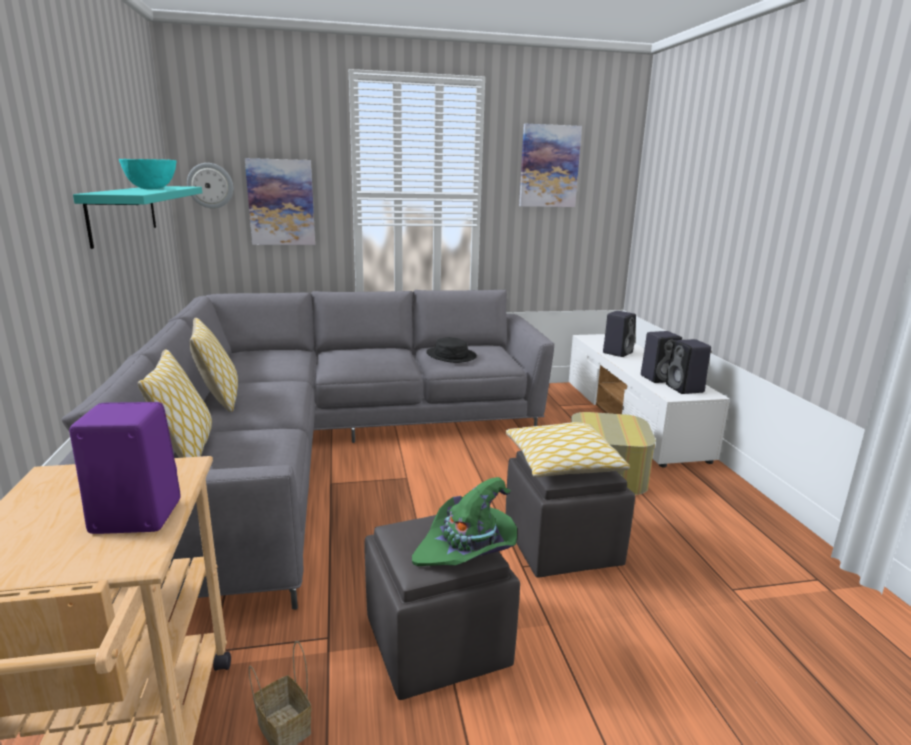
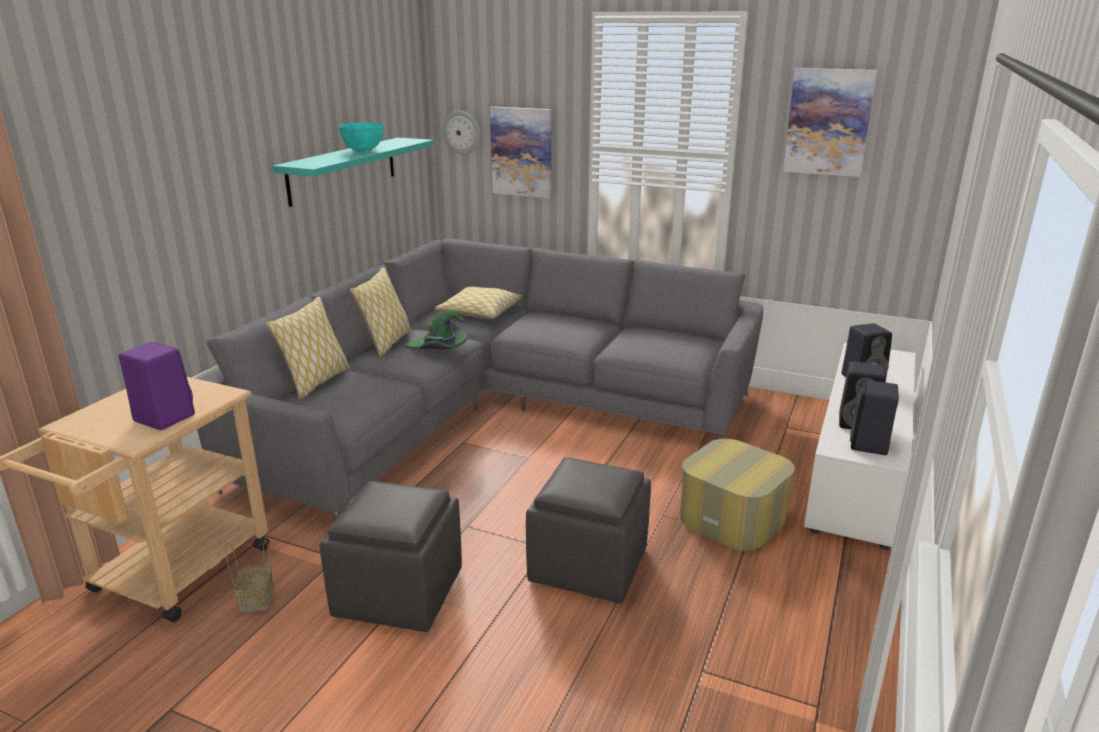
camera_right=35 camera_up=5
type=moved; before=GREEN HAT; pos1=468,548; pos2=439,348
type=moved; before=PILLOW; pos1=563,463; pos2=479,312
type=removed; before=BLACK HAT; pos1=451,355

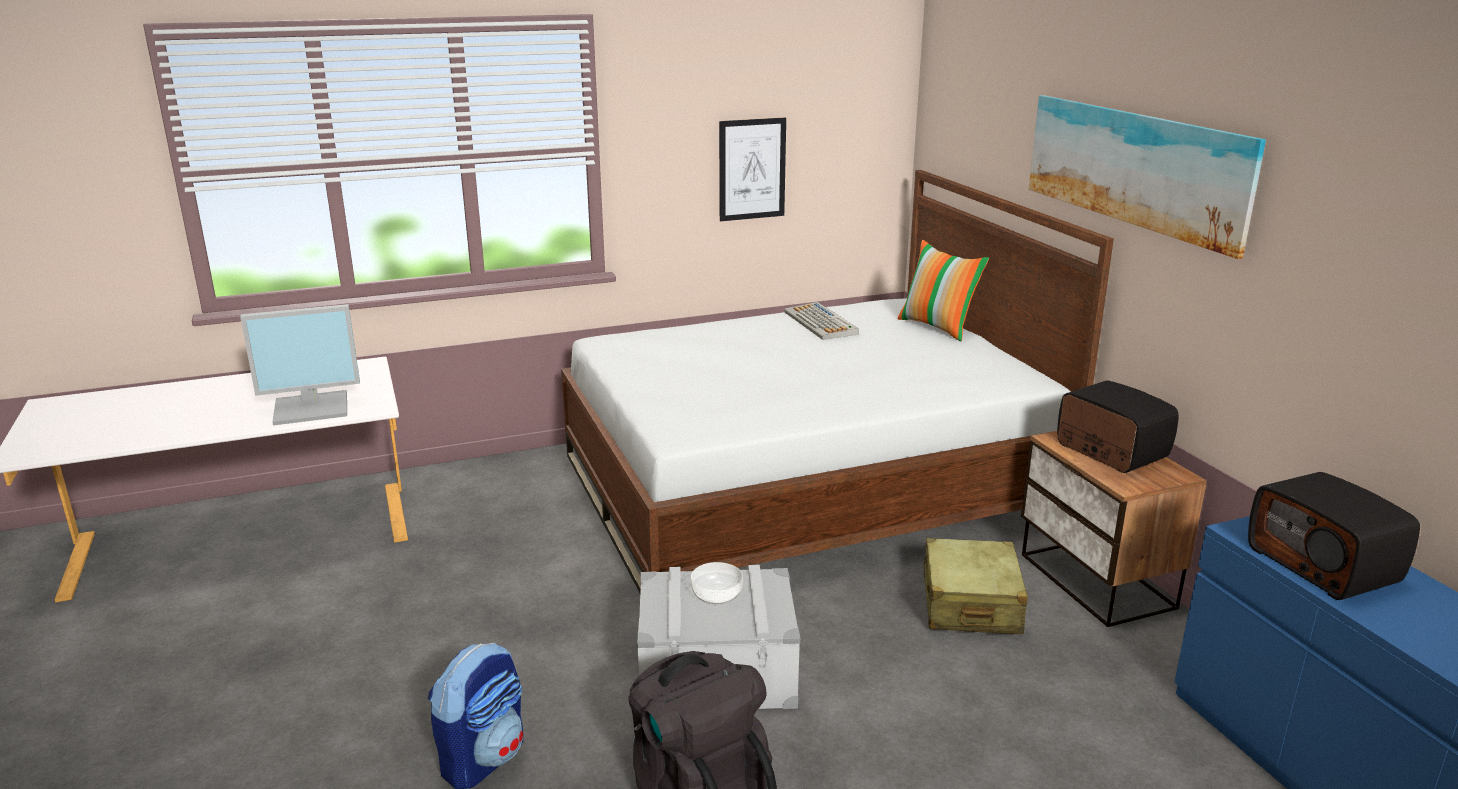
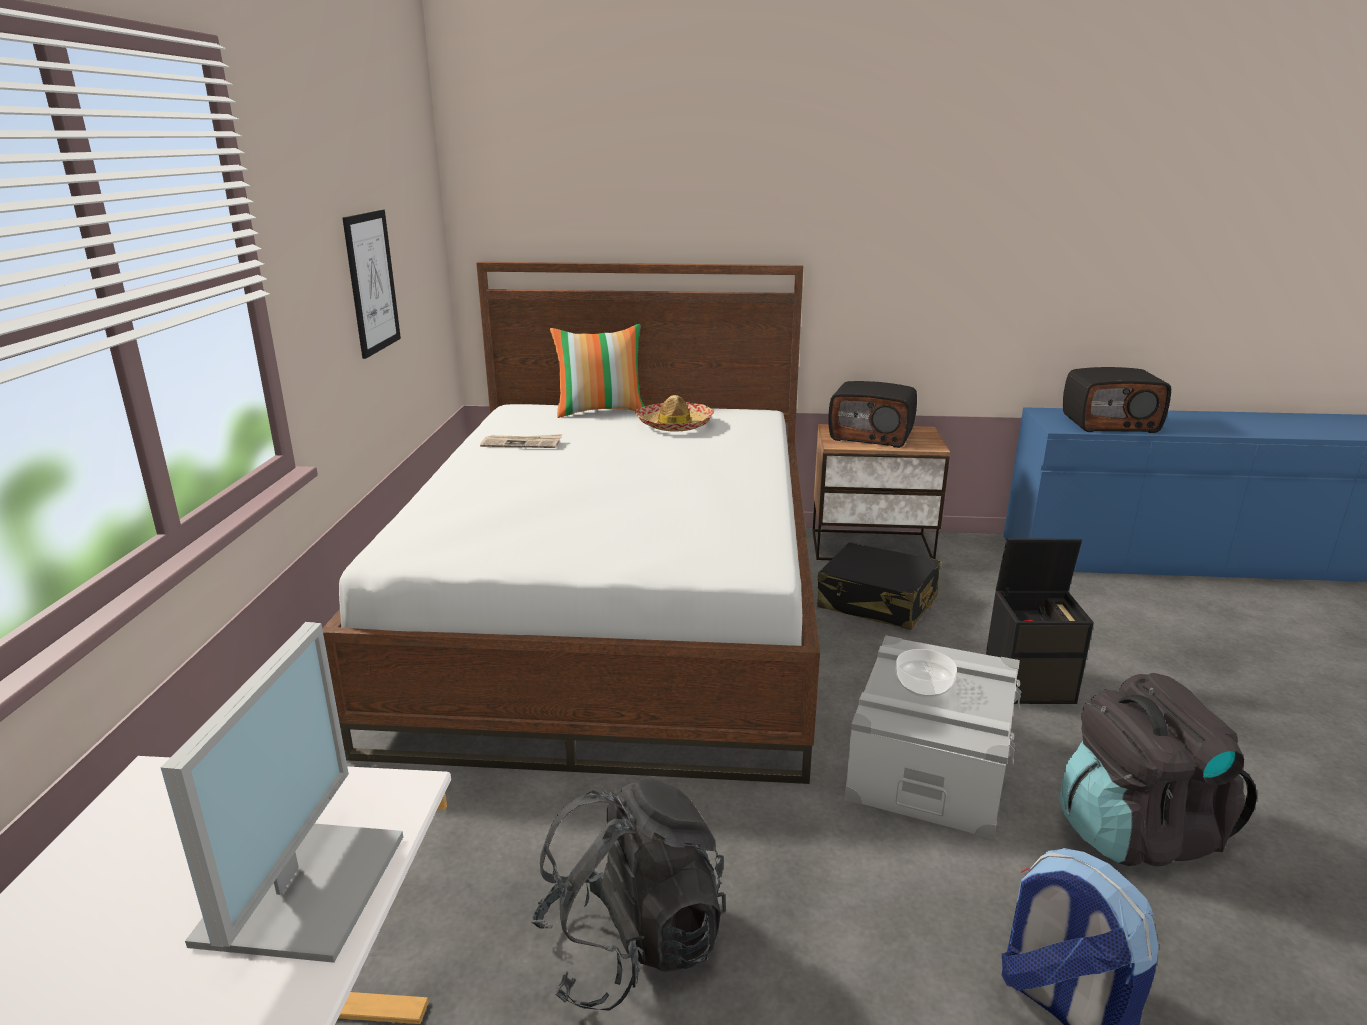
camera_right=-65 camera_up=0
type=replaced; before=KEYBOARD; after=NEWSPAPER; pos1=821,323; pos2=522,443
type=added; after=BLACK BACKPACK; pos2=631,945
type=added; after=HAT; pos2=675,425
type=recoloured; before=BEIGE SUITCASE; after=BLACK SUITCASE; pos1=970,604; pos2=877,602
type=turned; before=RADIO; pos1=1109,451; pos2=871,436; turn=-150
type=added; after=BLACK STORAGE BOX; pos2=1030,684
type=removed; before=PICTURE; pos1=1136,167

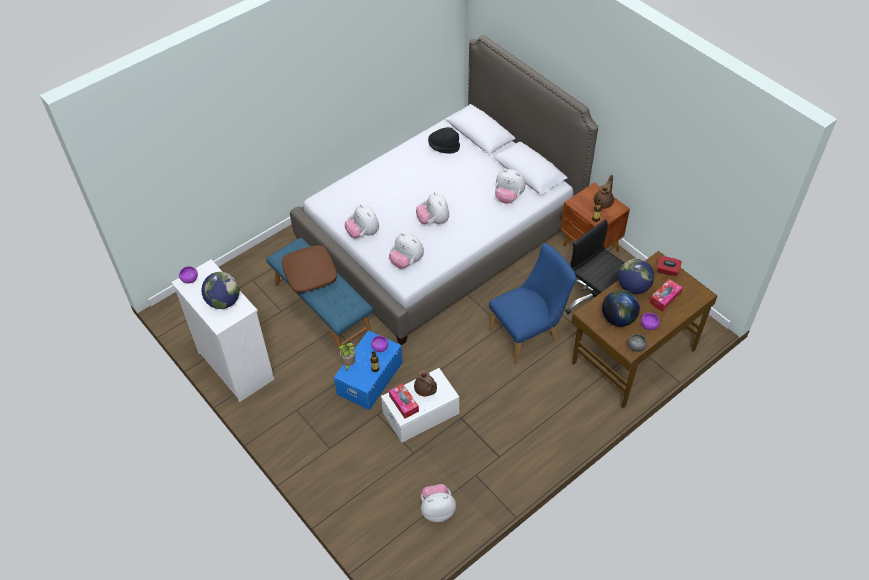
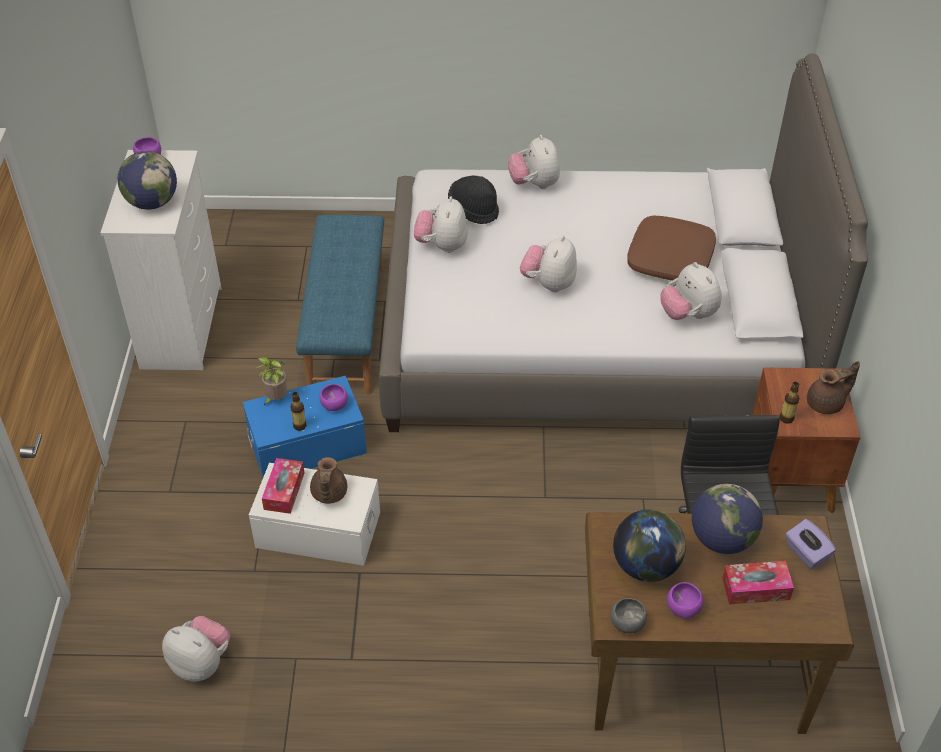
camera_right=40 camera_up=-5
type=moved; before=BLACK HAT; pos1=443,147; pos2=473,209
type=moved; before=PLUSH TOY; pos1=406,261; pos2=534,184
type=moved; before=BROWN PILLOW; pos1=310,273; pos2=670,259
type=recoloured; before=RED TISSUE BOX; after=PURPLE TISSUE BOX; pos1=667,271; pos2=806,553
type=removed; before=BLUE CHAIR; pos1=528,334

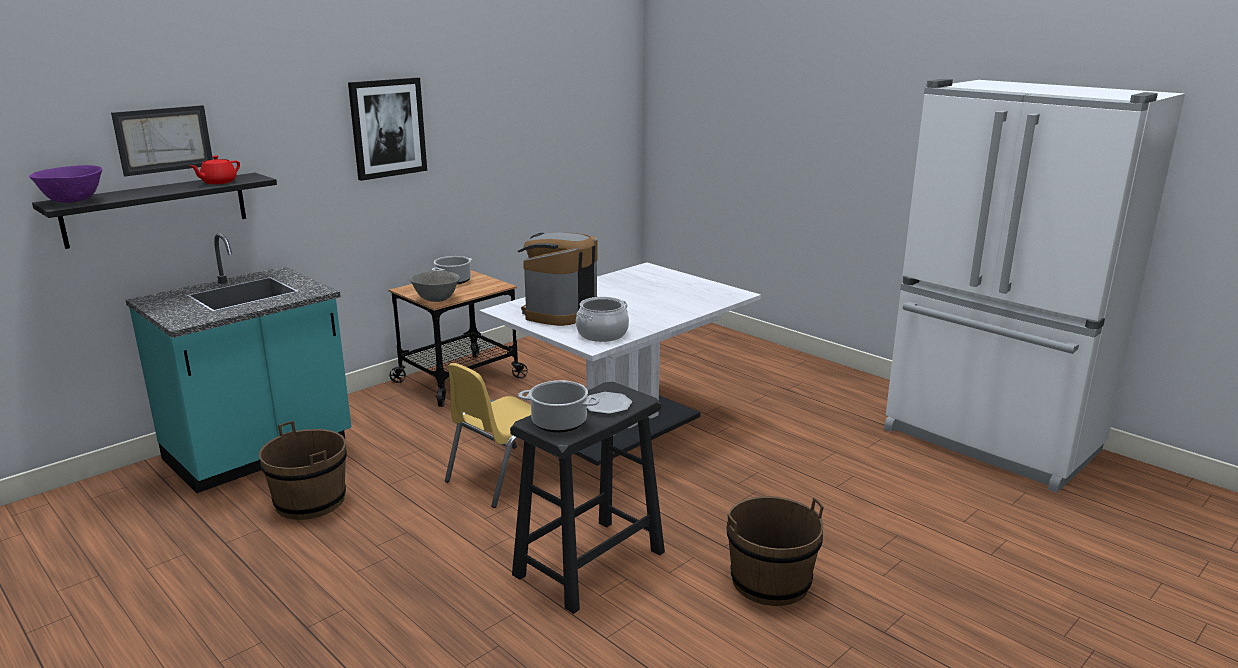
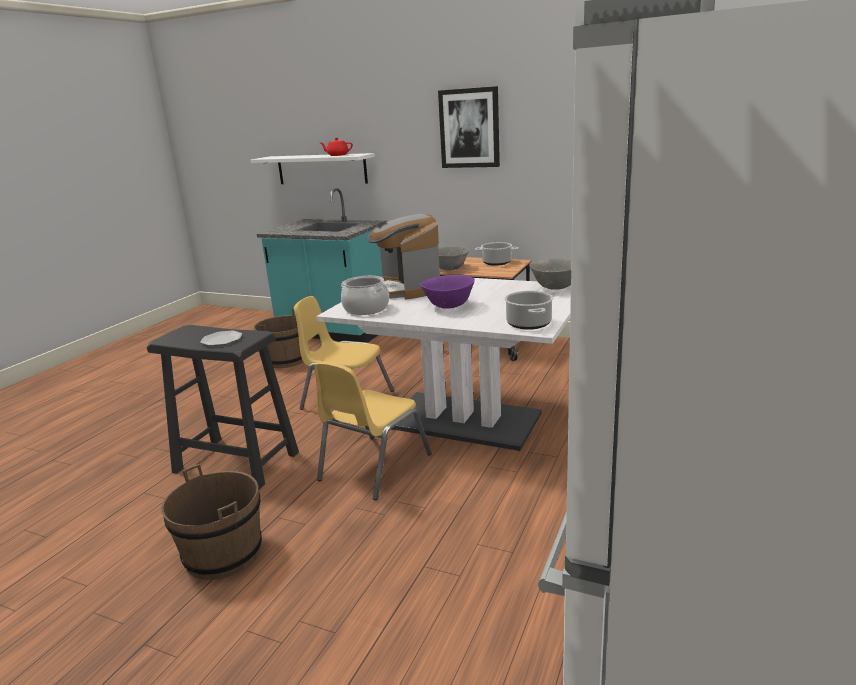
camera_right=70 camera_up=0
type=recoloured; before=BLACK SHELF; after=WHITE SHELF; pos1=156,209; pos2=321,169
type=added; after=YELLOW CHAIR; pos2=374,467
type=turned; before=COFFEE MACHINE; pos1=559,312; pos2=408,289; turn=-120
type=moved; before=PURPLE BOWL; pos1=73,201; pos2=449,307
type=moved; before=COOKING POT; pos1=560,422; pos2=529,324
type=added; after=GREY BOWL; pos2=555,288
type=removed; before=PICTURE; pos1=164,139

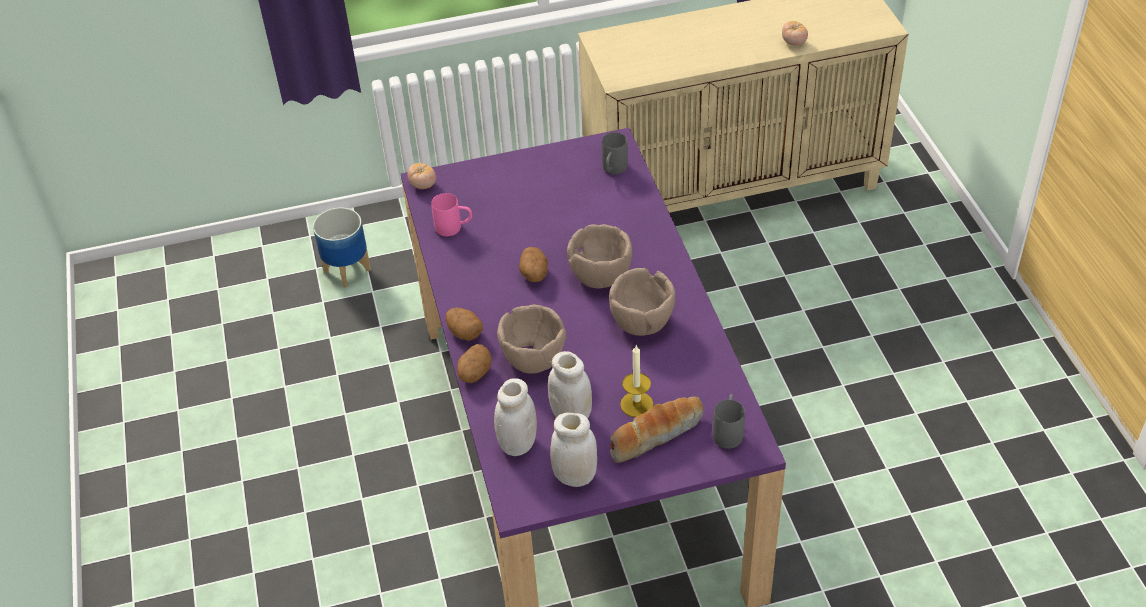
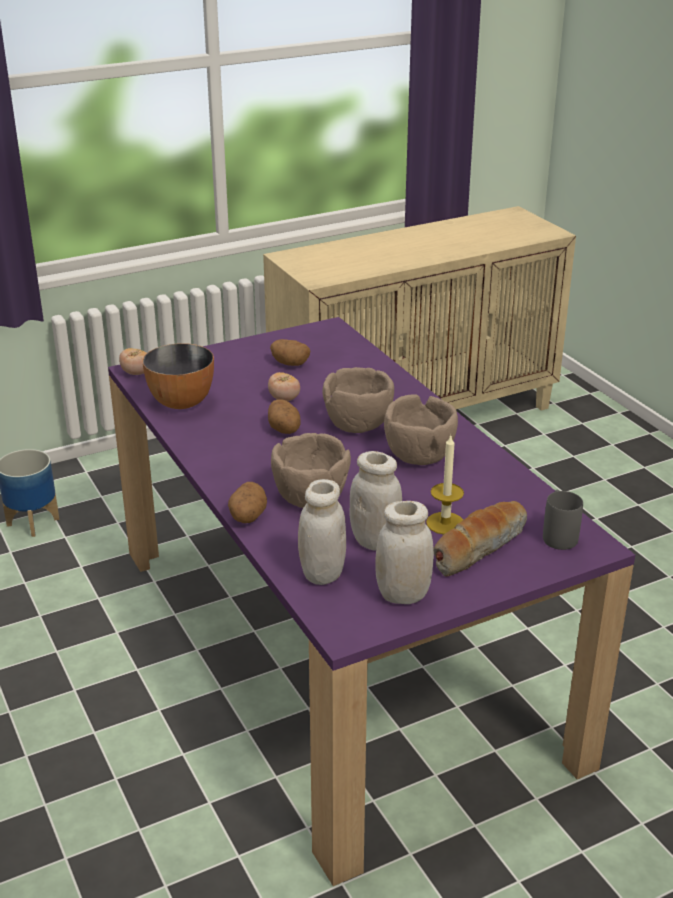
camera_right=-15 camera_up=-15
type=replaced; before=PINK MUG; after=BOWL; pos1=454,228; pos2=182,402
type=moved; before=TOMATO; pos1=794,42; pos2=284,399
type=moved; before=POTATO; pos1=465,332; pos2=290,363
type=removed; before=GREY MUG; pos1=613,170

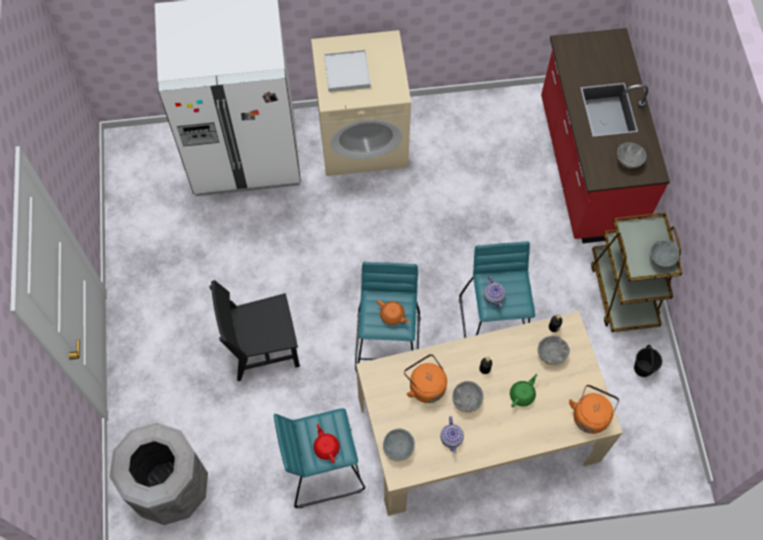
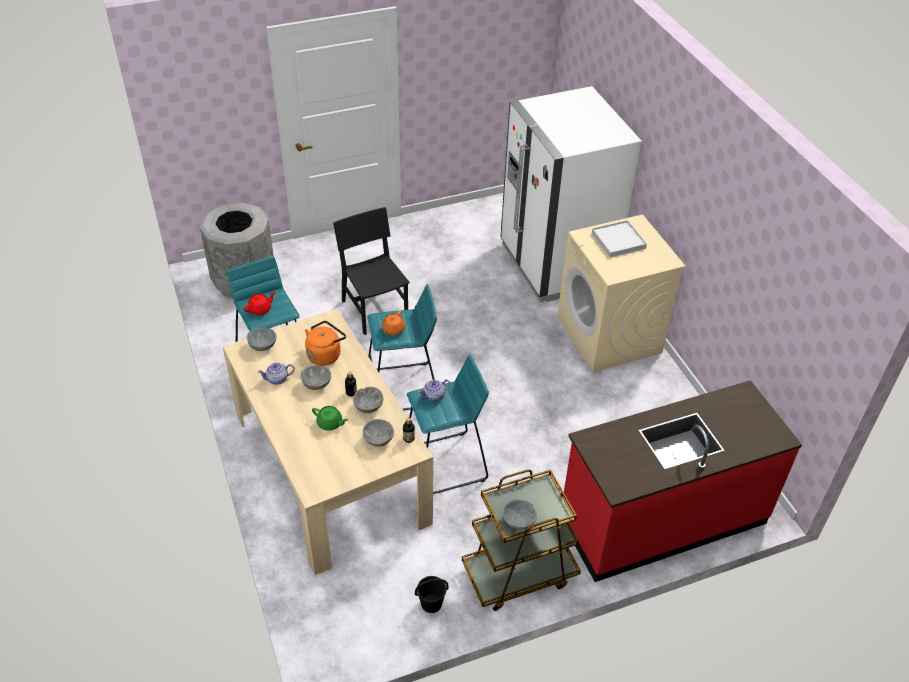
camera_right=75 camera_up=-20
type=moved; before=GREY BOWL; pos1=628,161; pos2=368,407
type=removed; before=ORANGE KETTLE; pos1=590,415

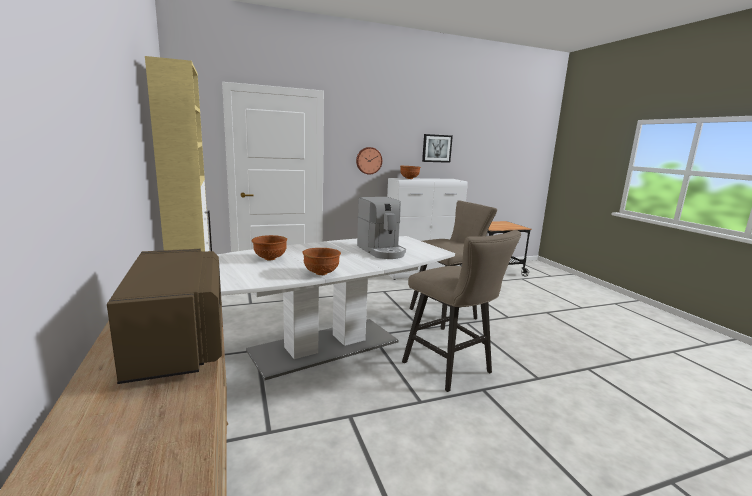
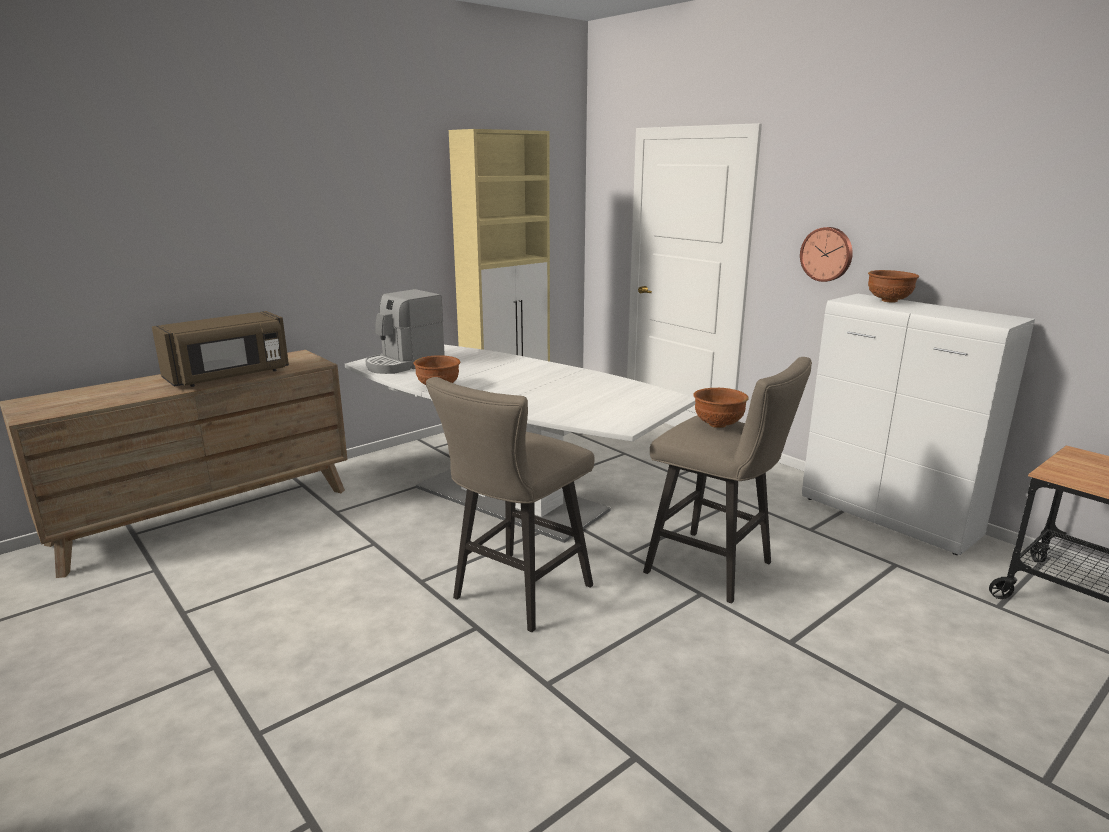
camera_right=70 camera_up=5
type=moved; before=COFFEE MACHINE; pos1=382,251; pos2=404,364
type=moved; before=BROWN BOWL; pos1=269,258; pos2=718,424
type=removed; before=PICTURE; pos1=436,148

